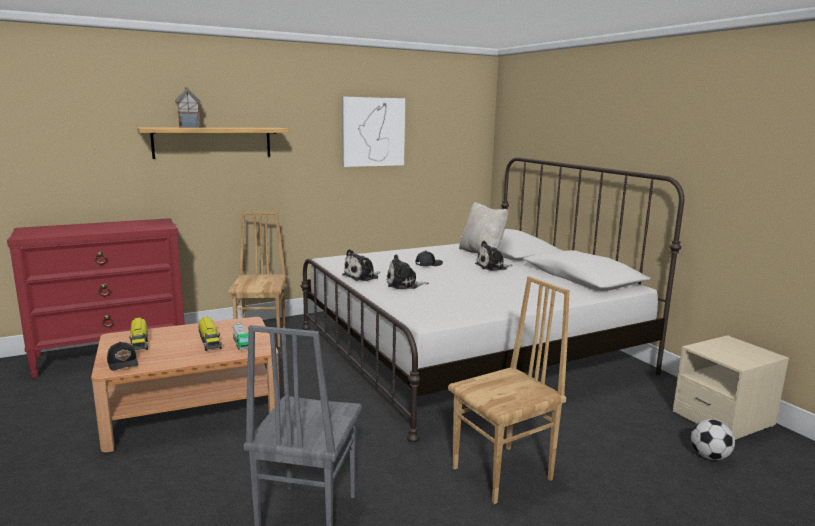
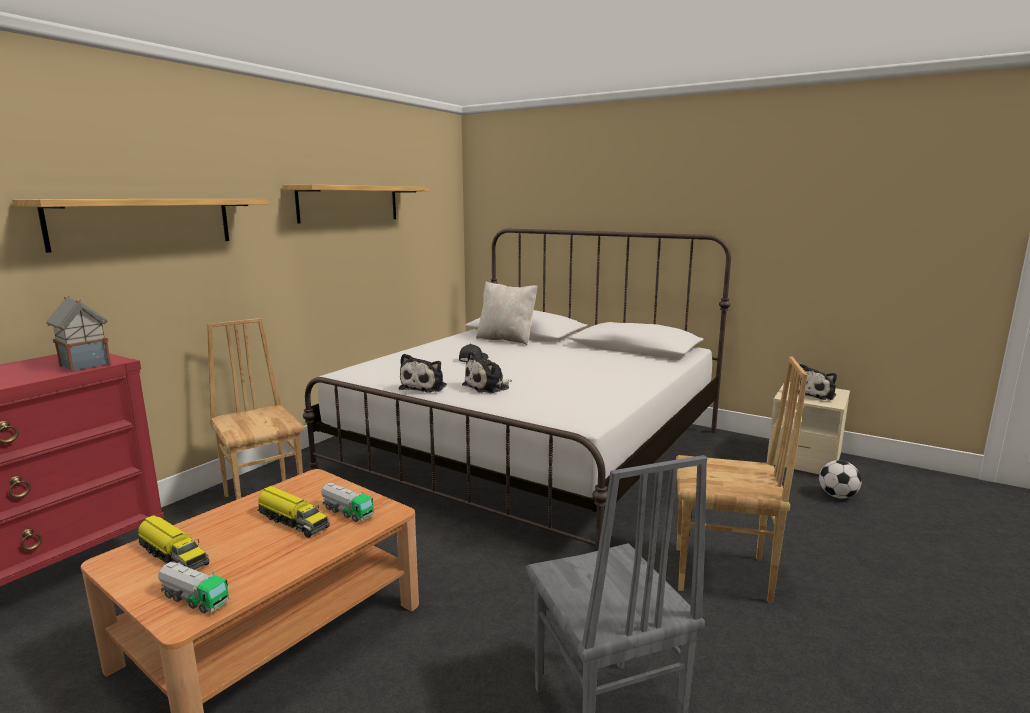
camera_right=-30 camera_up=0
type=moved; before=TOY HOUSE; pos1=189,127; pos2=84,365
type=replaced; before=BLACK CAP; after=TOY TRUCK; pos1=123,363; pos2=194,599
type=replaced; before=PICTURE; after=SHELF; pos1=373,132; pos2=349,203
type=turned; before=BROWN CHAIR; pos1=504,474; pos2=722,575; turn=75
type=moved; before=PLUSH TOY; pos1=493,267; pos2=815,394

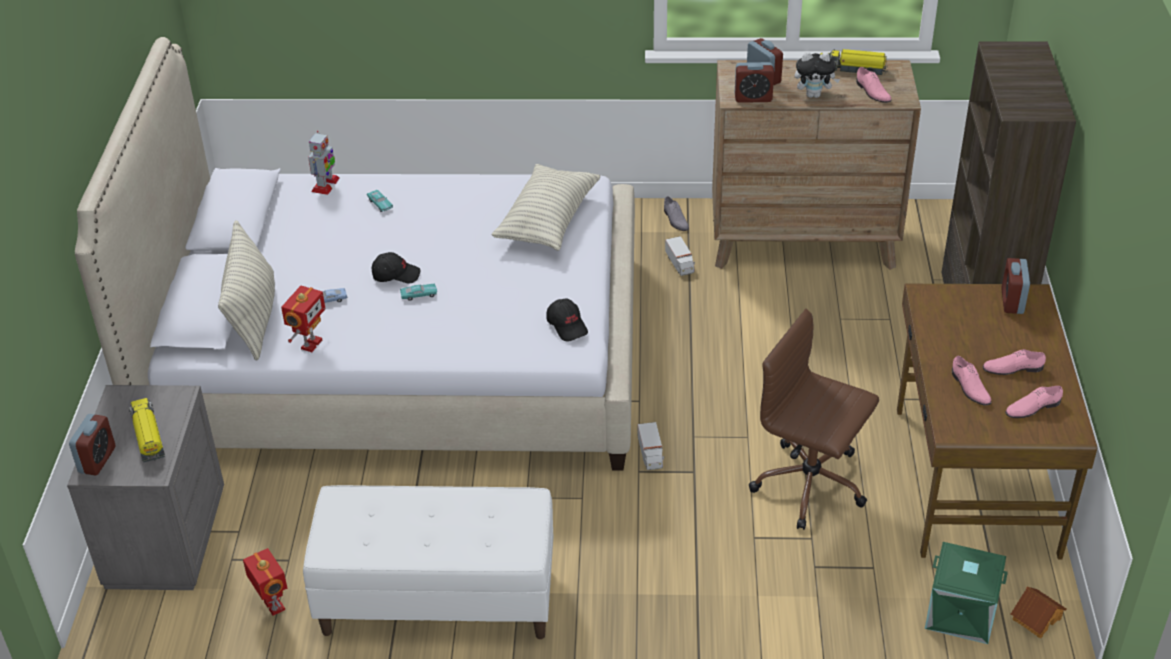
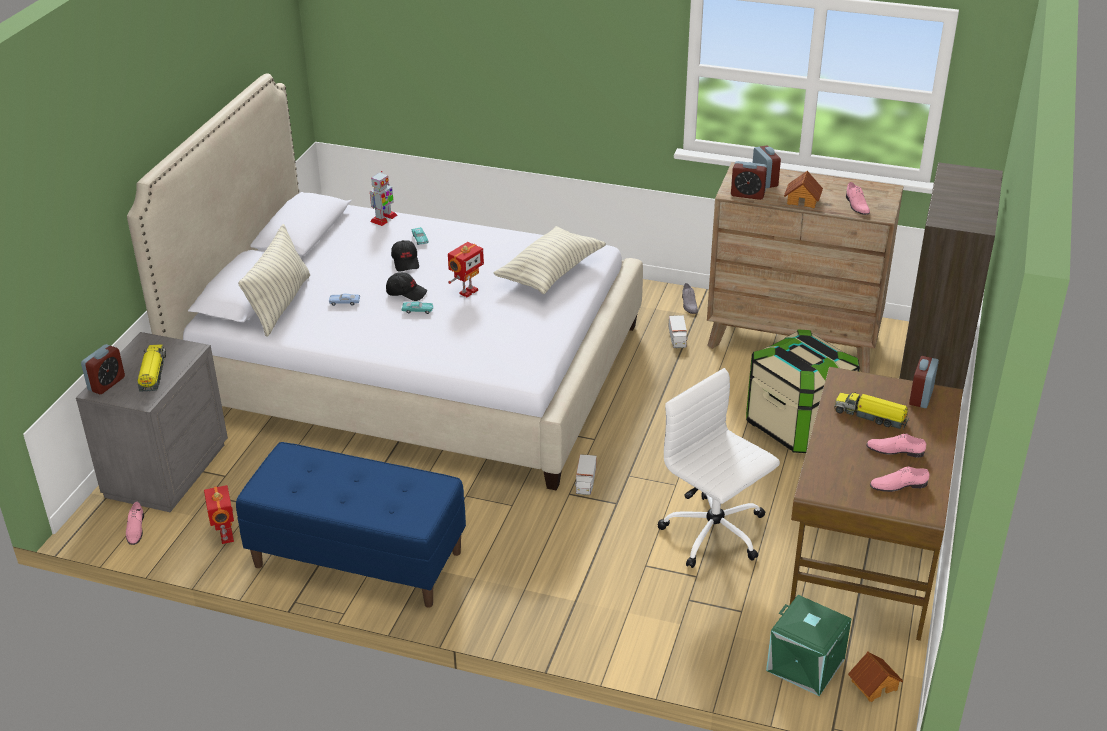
camera_right=15 camera_up=-5
type=moved; before=PINK SHOE; pos1=969,387; pos2=135,529
type=recoloured; before=WHITE BENCH; after=BLUE BENCH; pos1=437,600; pos2=356,559
type=moved; before=BLACK CAP; pos1=567,326; pos2=406,262
type=moved; before=TOY ROBOT; pos1=310,344; pos2=467,291
type=recoloured; before=BROWN OFFICE CHAIR; after=WHITE OFFICE CHAIR; pos1=811,485; pos2=715,534
type=added; after=STORAGE BOX; pos2=797,425
type=replaced; before=PLUSH TOY; after=TOY HOUSE; pos1=814,95; pos2=803,200
type=moved; before=TOY TRUCK; pos1=852,69; pos2=871,416

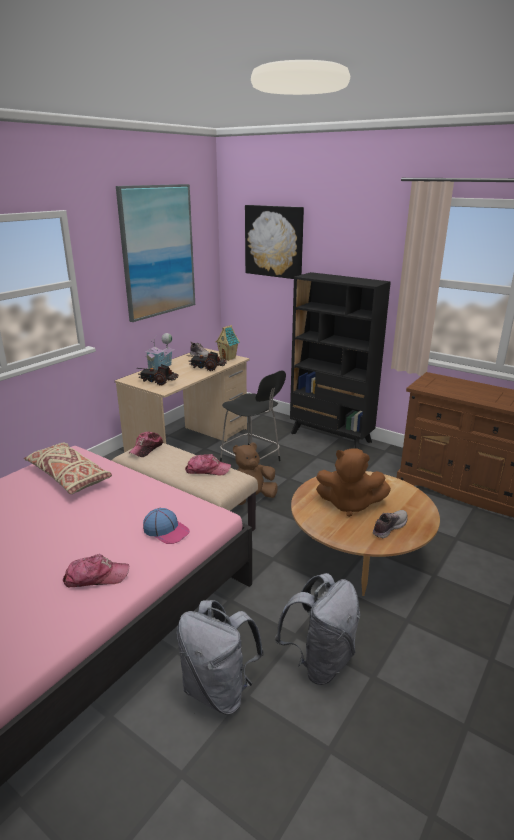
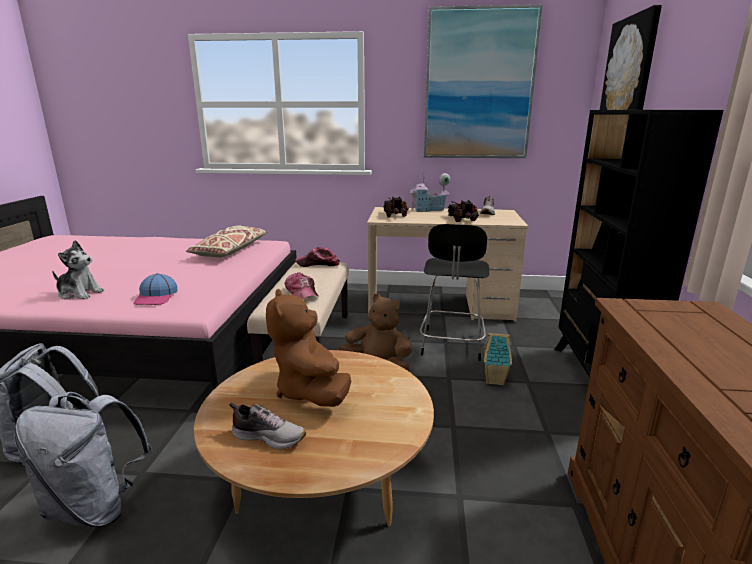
camera_right=60 camera_up=-5
type=replaced; before=CAP; after=PLUSH TOY; pos1=96,577; pos2=80,293
type=moved; before=TOY HOUSE; pos1=228,358; pos2=495,380

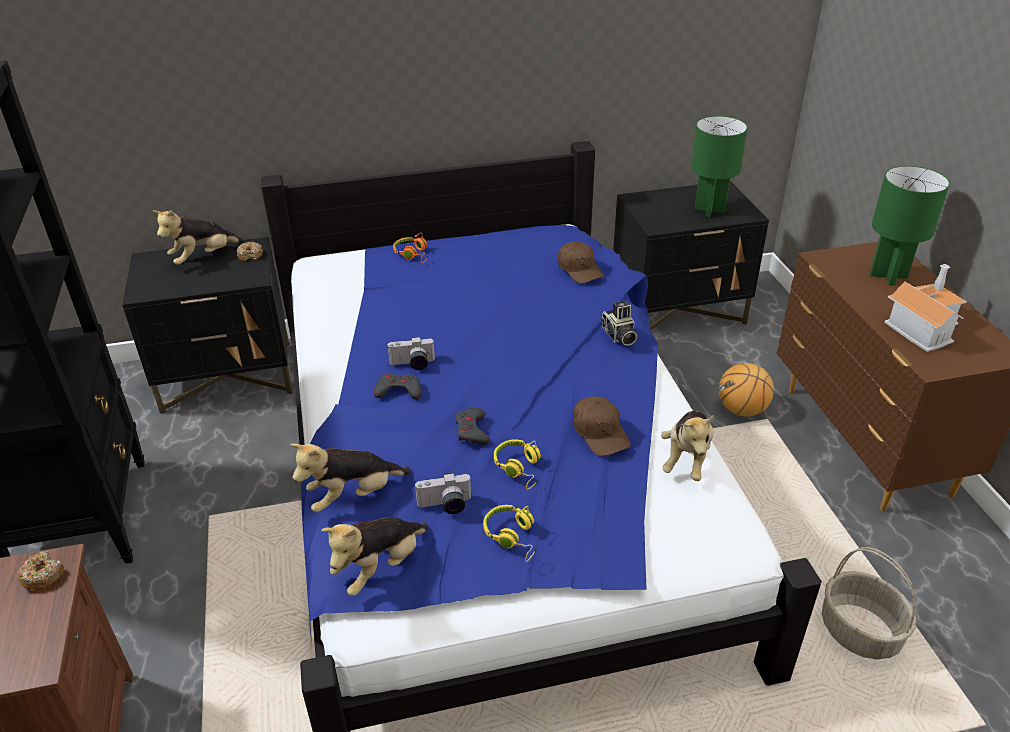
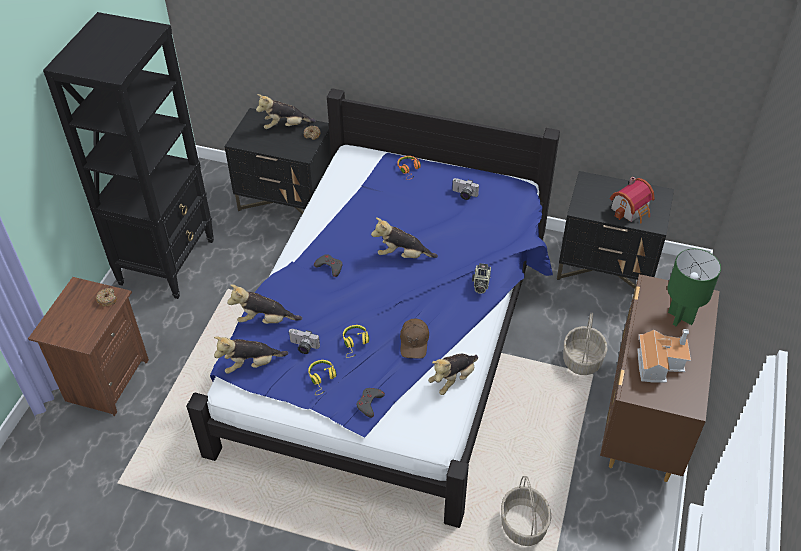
camera_right=30 camera_up=10
type=moved; before=GREY GAME CONTROLLER; pos1=472,430; pos2=369,403
type=added; after=PLUSH TOY; pos2=403,255
type=moved; before=PHOTO CAMERA; pos1=412,364; pos2=464,195
type=replaced; before=BASKETBALL; after=BASKET; pos1=742,410; pos2=582,360
type=replaced; before=GREEN TABLE LAMP; after=TOY HOUSE; pos1=710,210; pos2=631,210
type=removed; before=BROWN CAP; pos1=579,269

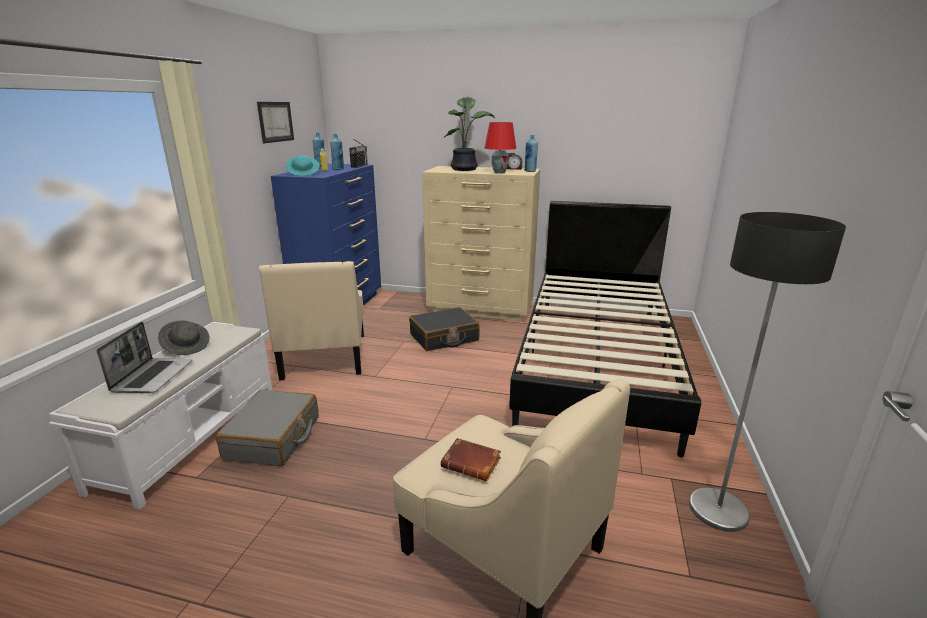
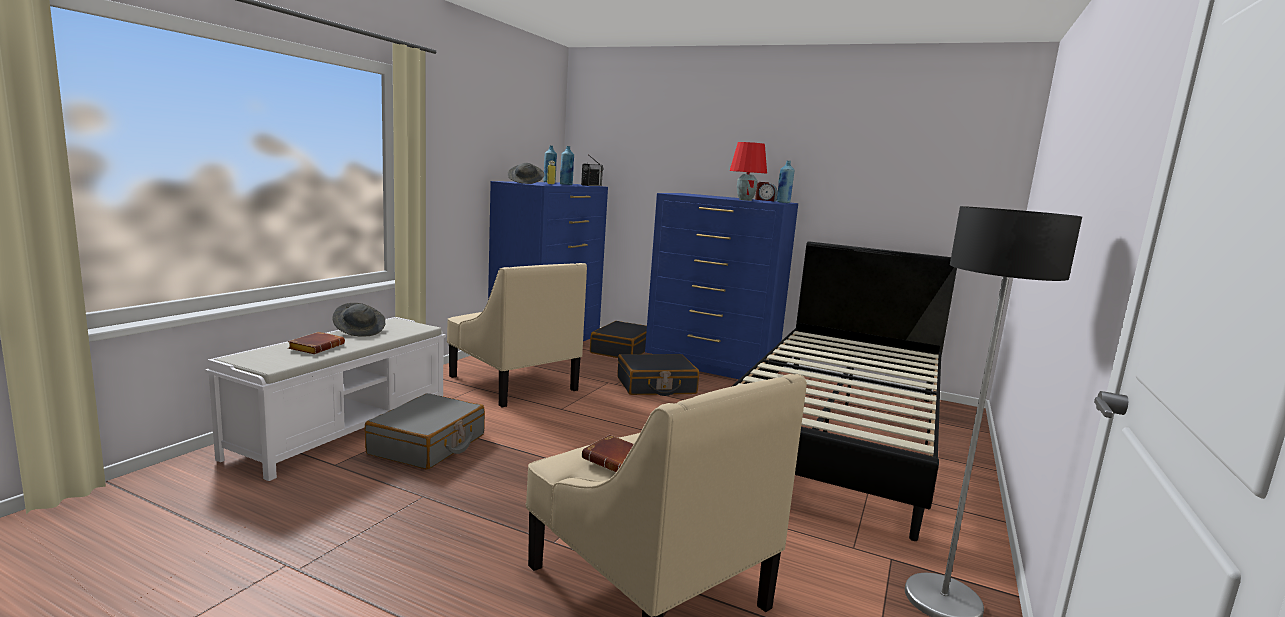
camera_right=10 camera_up=-10
type=replaced; before=LAPTOP; after=BROWN BOOK; pos1=153,376; pos2=316,347
type=turned; before=BEIGE ARMCHAIR; pos1=325,355; pos2=512,383; turn=-45
type=recoloured; before=TURQUOISE HAT; after=GREY HAT; pos1=303,174; pos2=526,183
type=added; after=BLACK SUITCASE; pos2=622,350
type=recoloured; before=BEIGE DRESSER; after=BLUE DRESSER; pos1=481,309; pos2=711,366
type=removed; before=PICTURE; pos1=275,122
type=removed; before=POTTED PLANT; pos1=465,169

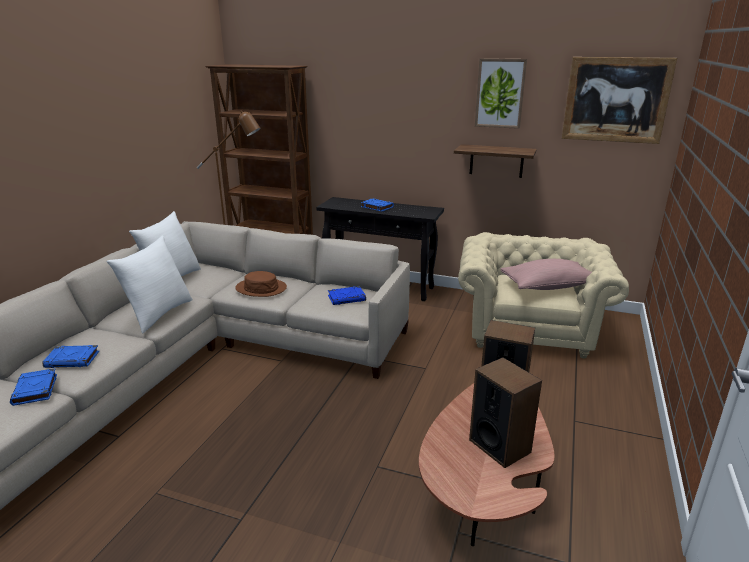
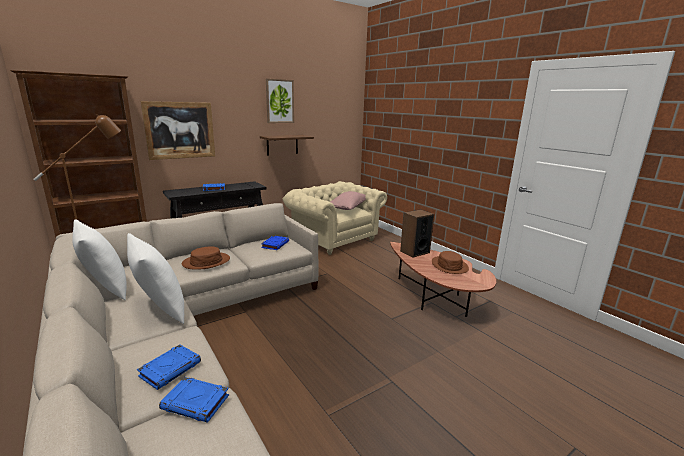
camera_right=-55 camera_up=-5
type=moved; before=PICTURE; pos1=616,100; pos2=180,130
type=replaced; before=SPEAKER; after=BROWN HAT; pos1=499,446; pos2=449,265

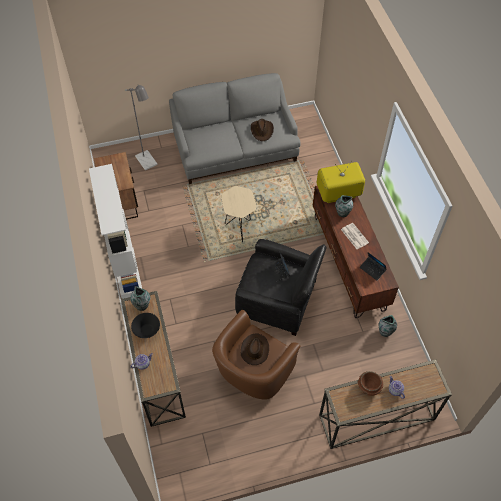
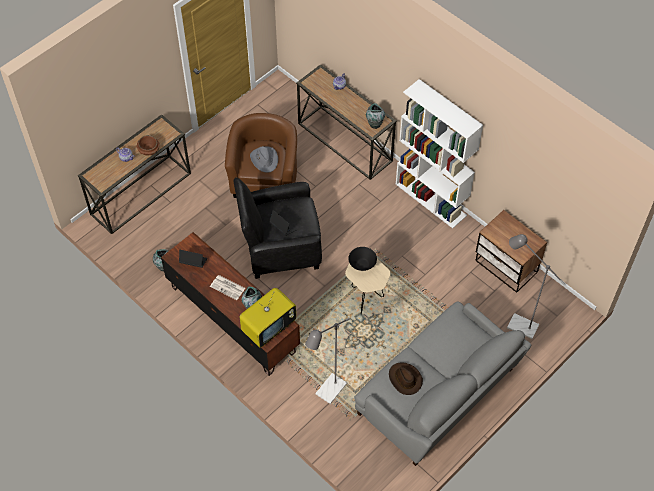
camera_right=150 camera_up=0
type=recoloured; before=BROWN HAT; after=GREY HAT; pos1=255,350; pos2=264,160
type=added; after=GREY FLOOR LAMP; pos2=327,393
type=moved; before=BLACK BOWL; pos1=147,330; pos2=362,265

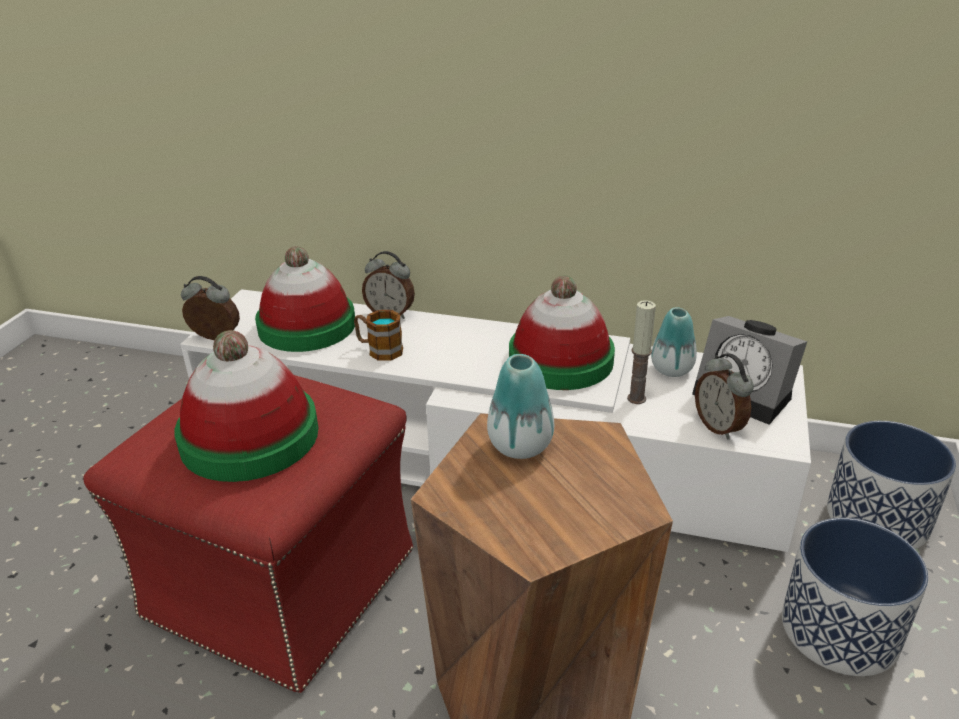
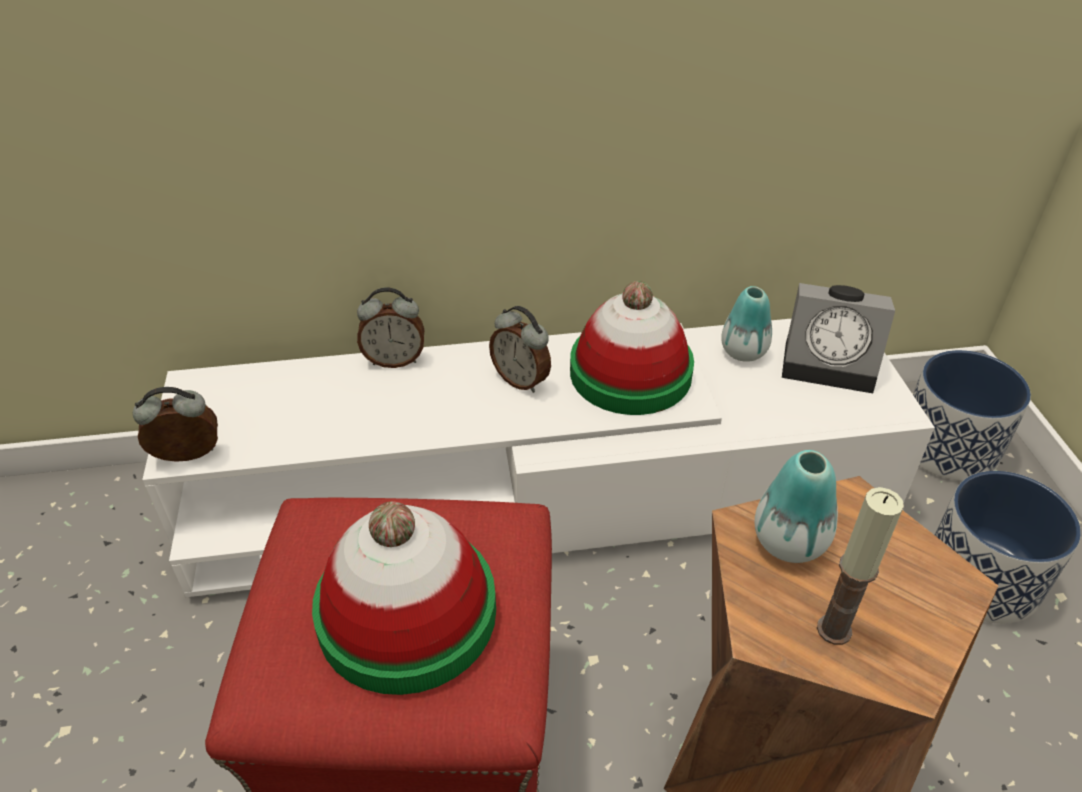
camera_right=-25 camera_up=10
type=moved; before=ALARM CLOCK; pos1=719,427; pos2=521,380
type=moved; before=CANDLE; pos1=636,398; pos2=834,629
type=removed; before=HAT; pos1=307,326
type=removed; before=MUG; pos1=379,350

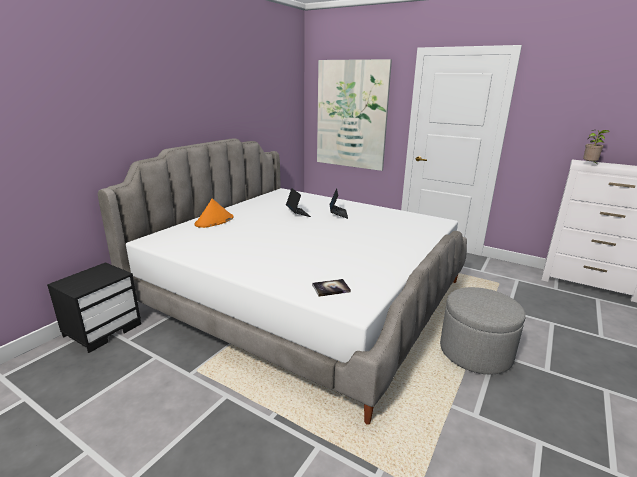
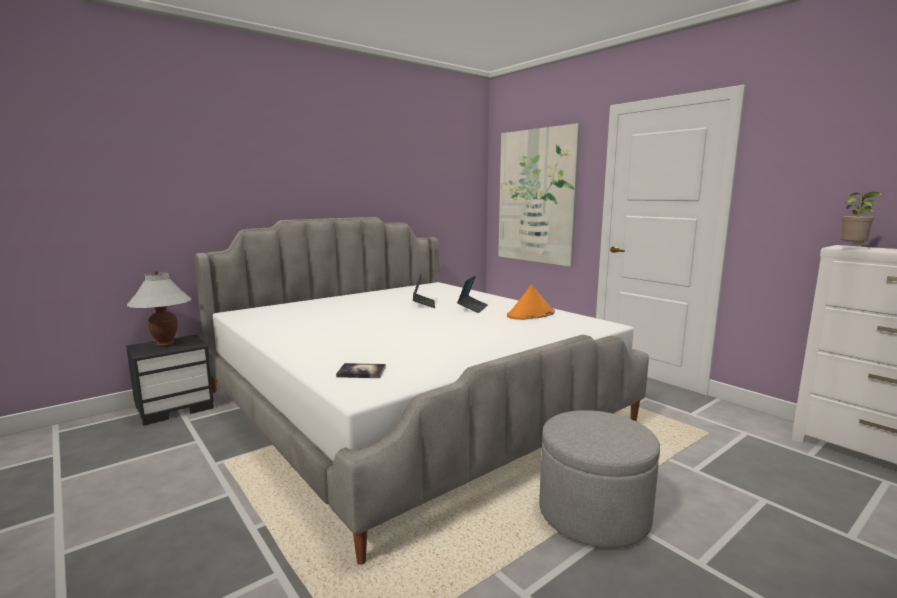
camera_right=20 camera_up=-10
type=added; after=WHITE TABLE LAMP; pos2=166,345
type=moved; before=ORANGE HAT; pos1=214,221; pos2=530,314

